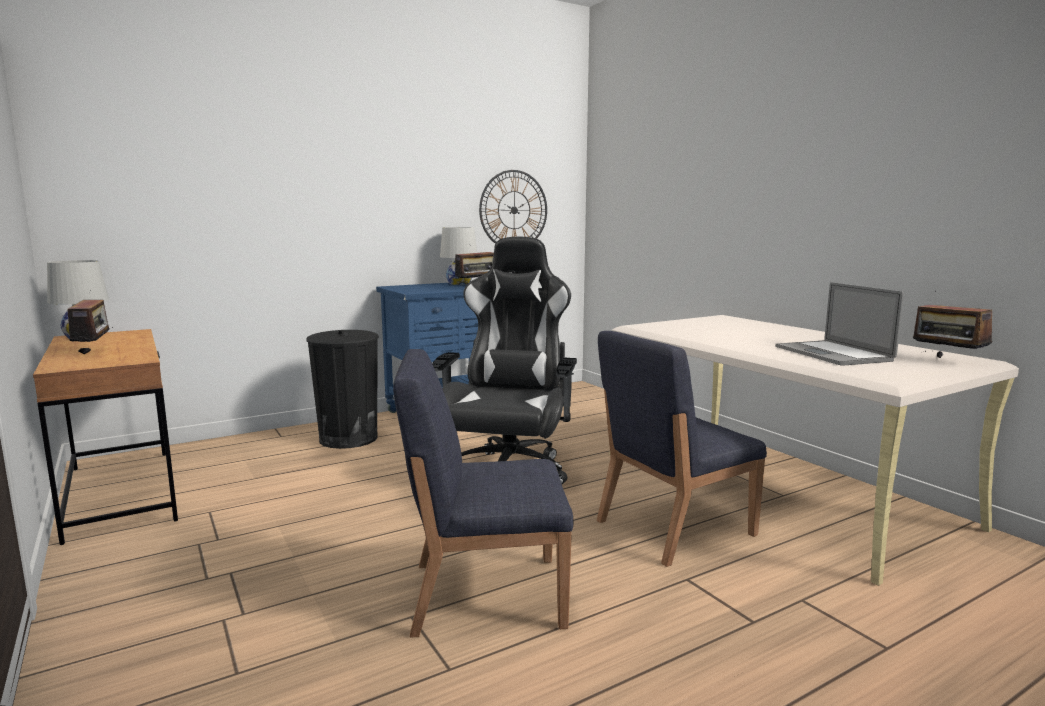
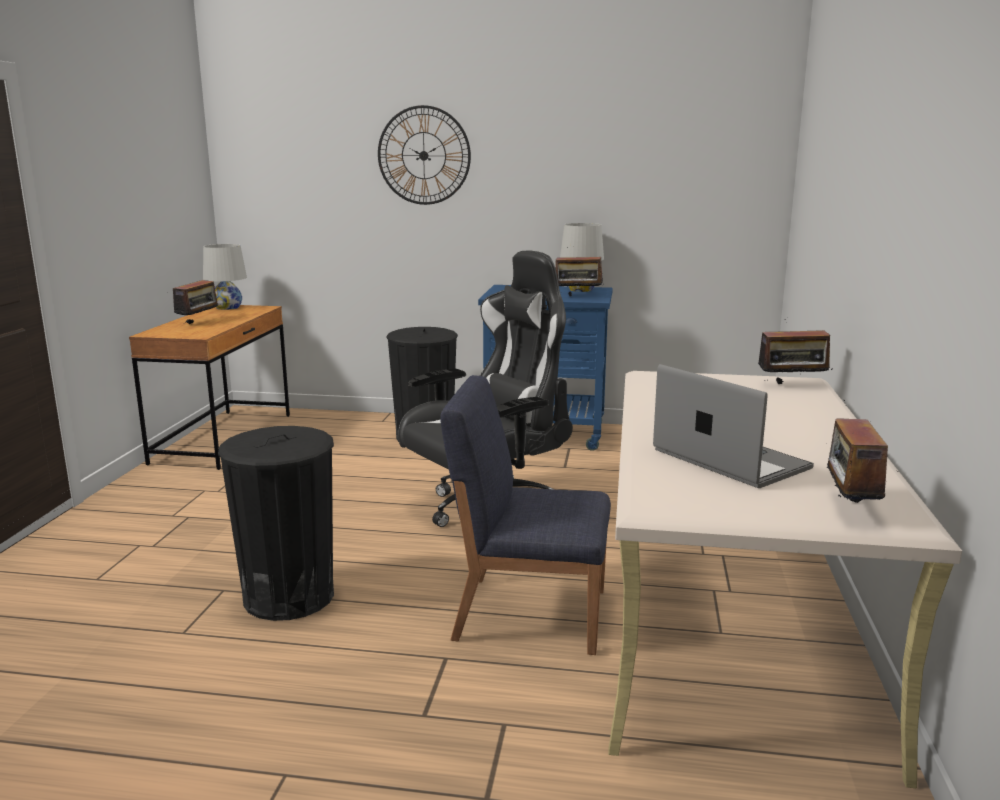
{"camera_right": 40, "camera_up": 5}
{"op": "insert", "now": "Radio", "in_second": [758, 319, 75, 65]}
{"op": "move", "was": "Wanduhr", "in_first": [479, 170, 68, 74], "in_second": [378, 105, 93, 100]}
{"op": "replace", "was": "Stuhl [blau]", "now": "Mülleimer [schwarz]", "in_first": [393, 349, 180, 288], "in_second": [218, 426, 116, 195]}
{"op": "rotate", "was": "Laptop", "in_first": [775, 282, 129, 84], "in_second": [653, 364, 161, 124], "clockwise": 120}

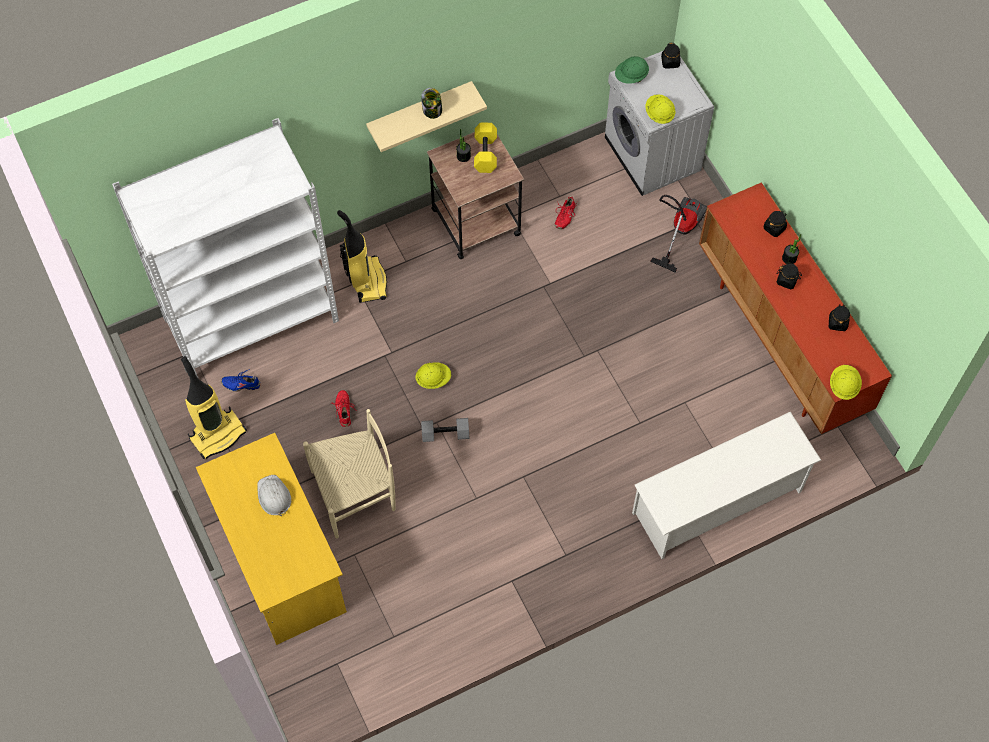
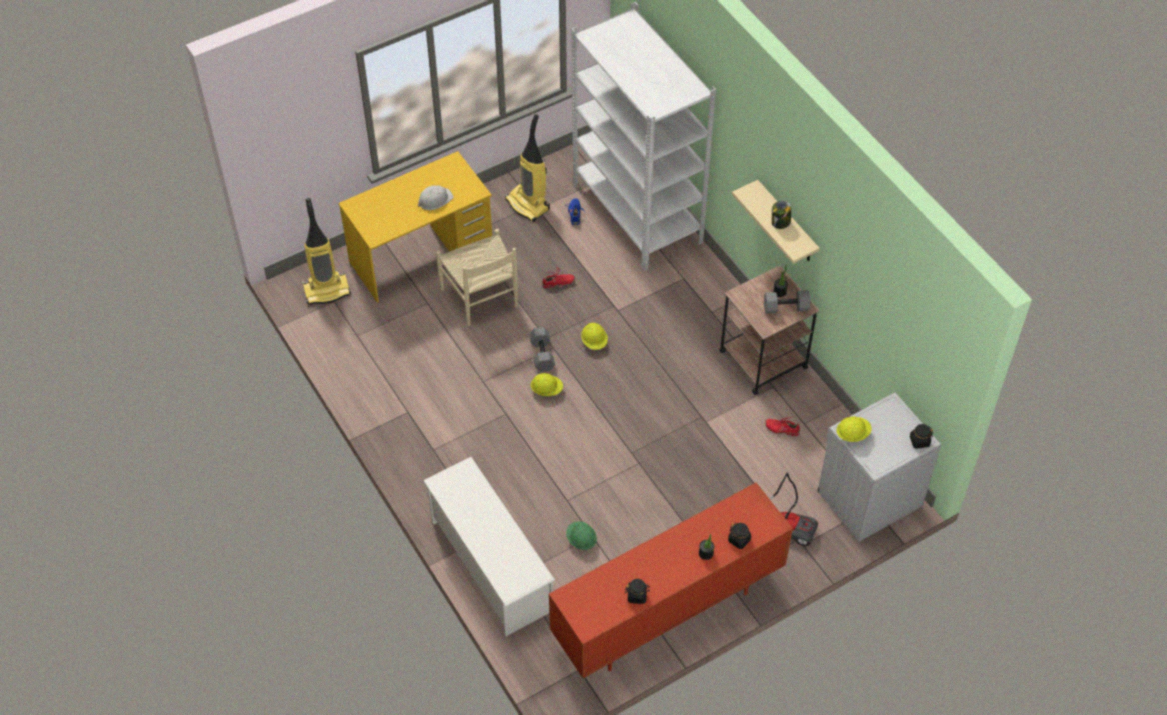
{"camera_right": 85, "camera_up": -10}
{"op": "delete", "was": "Vorratsglas [schwarz]", "in_first": [777, 263, 25, 26]}
{"op": "move", "was": "Staubsauger", "in_first": [337, 210, 50, 93], "in_second": [302, 198, 49, 107]}
{"op": "move", "was": "Schutzhelm [grün]", "in_first": [615, 56, 34, 28], "in_second": [566, 521, 31, 29]}
{"op": "move", "was": "Schutzhelm [gelb]", "in_first": [830, 365, 32, 35], "in_second": [531, 373, 32, 23]}
{"op": "recolor", "was": "Hantel [gelb]", "now": "Hantel [grau]", "in_first": [474, 123, 23, 50], "in_second": [764, 290, 46, 24]}

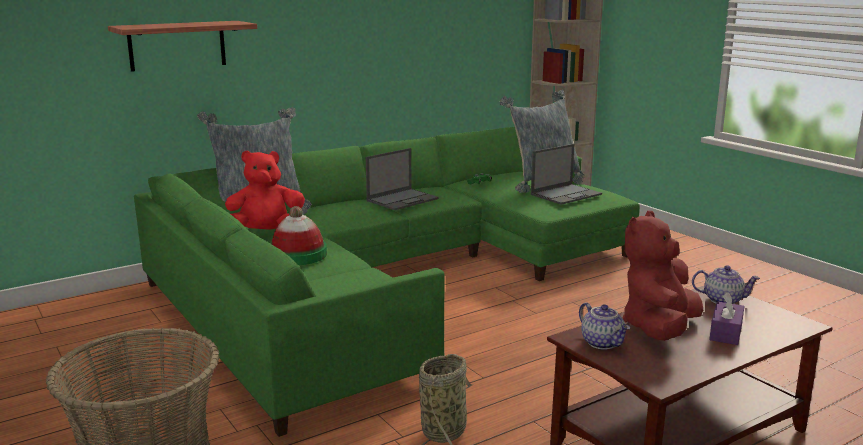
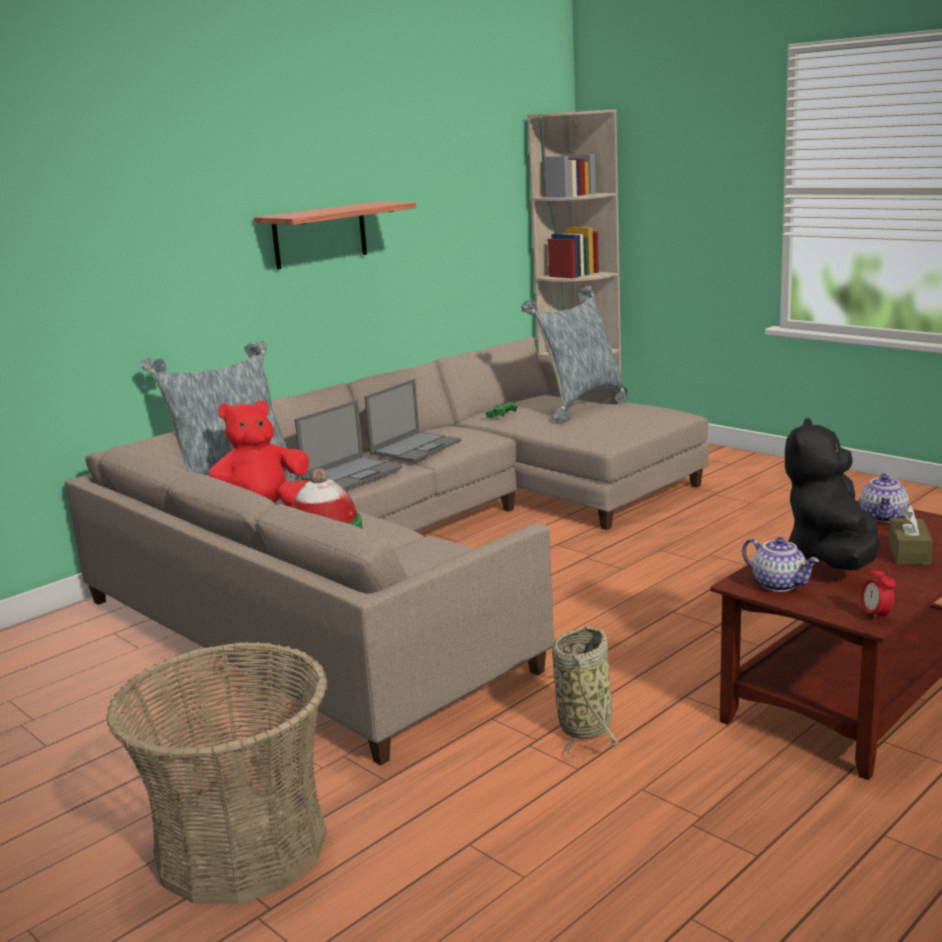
{"camera_right": -10, "camera_up": 0}
{"op": "insert", "now": "Wecker", "in_second": [861, 564, 35, 59]}
{"op": "move", "was": "Wandregal", "in_first": [108, 21, 149, 51], "in_second": [254, 202, 162, 68]}
{"op": "move", "was": "Laptop", "in_first": [531, 144, 71, 61], "in_second": [295, 400, 107, 89]}
{"op": "recolor", "was": "Sofa [grün]", "now": "Sofa [beige]", "in_first": [134, 127, 506, 310], "in_second": [65, 337, 644, 428]}
{"op": "recolor", "was": "Plüschtier [rot]", "now": "Plüschtier [schwarz]", "in_first": [623, 211, 80, 130], "in_second": [785, 418, 95, 152]}
{"op": "recolor", "was": "Taschentuchbox [lila]", "now": "Taschentuchbox [braun]", "in_first": [709, 292, 35, 53], "in_second": [889, 505, 44, 60]}
{"op": "rotate", "was": "Teekanne", "in_first": [692, 265, 68, 39], "in_second": [860, 473, 49, 49], "clockwise": 105}

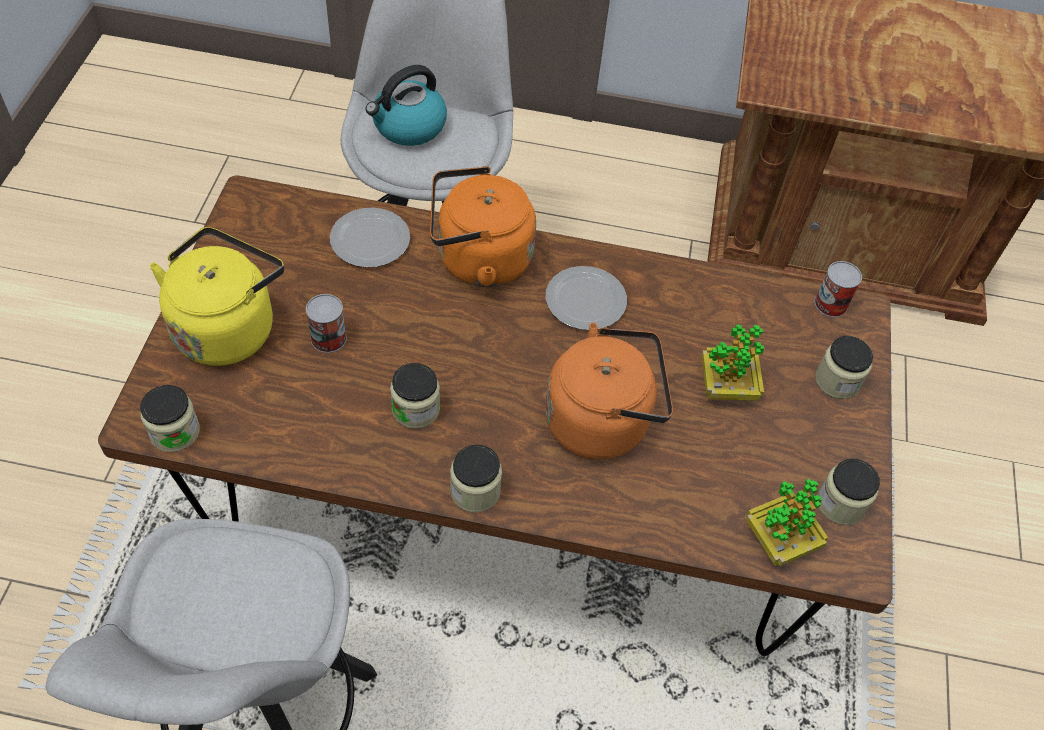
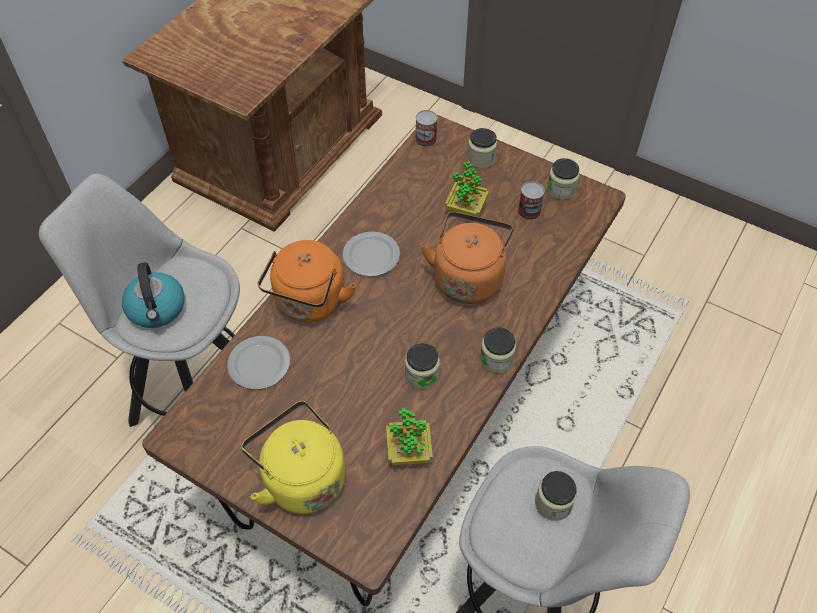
{"camera_right": -65, "camera_up": 0}
{"op": "move", "was": "Vorratsglas", "in_first": [140, 385, 60, 67], "in_second": [535, 471, 42, 50]}
{"op": "move", "was": "Dose", "in_first": [306, 294, 41, 59], "in_second": [518, 181, 27, 39]}
{"op": "move", "was": "Topfpflanze", "in_first": [745, 479, 83, 87], "in_second": [386, 408, 47, 57]}

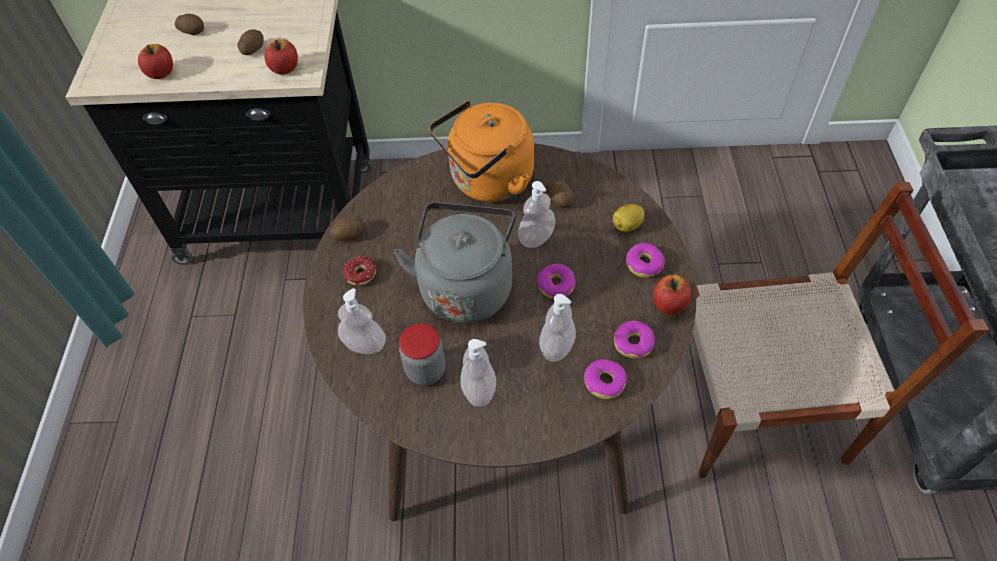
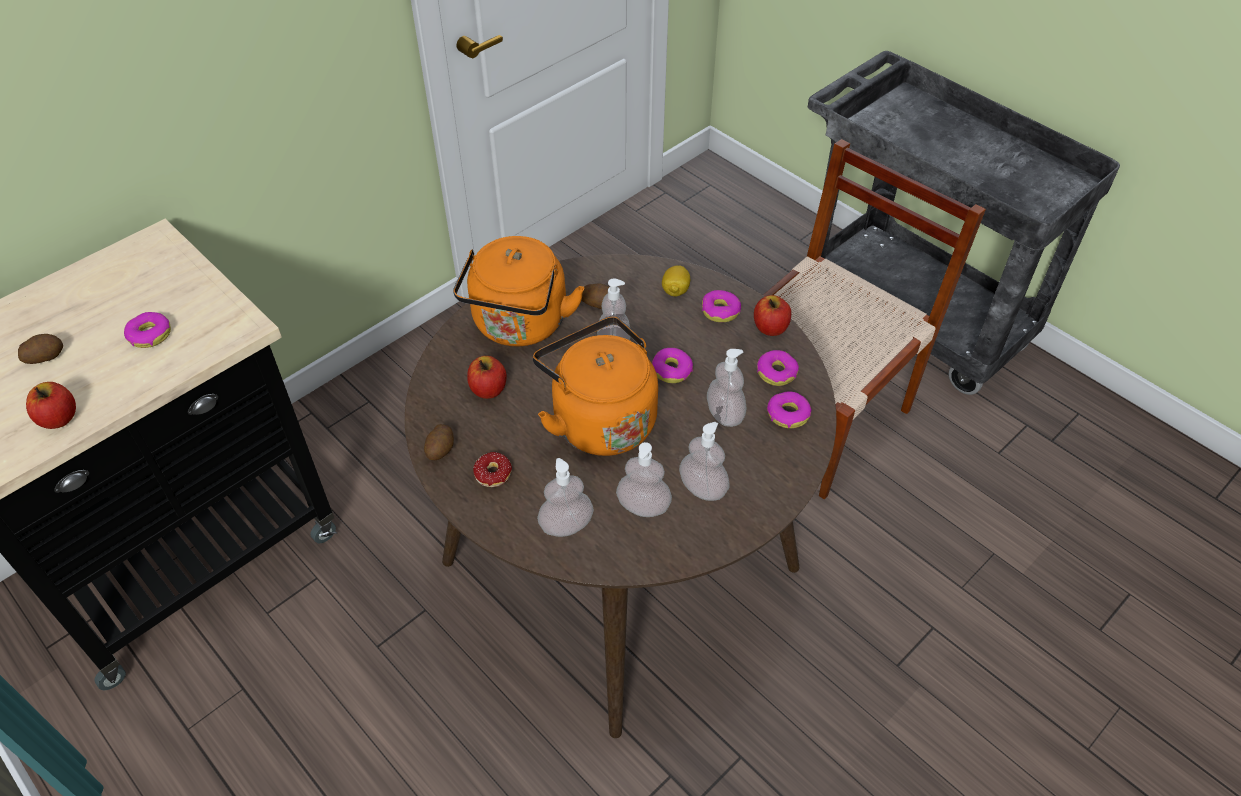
{"camera_right": -45, "camera_up": -5}
{"op": "move", "was": "Apfel", "in_first": [264, 39, 34, 36], "in_second": [467, 356, 40, 43]}
{"op": "replace", "was": "Kartoffel", "now": "Donut", "in_first": [237, 29, 27, 26], "in_second": [124, 312, 47, 36]}
{"op": "replace", "was": "Vorratsglas", "now": "Seifenspender", "in_first": [399, 323, 46, 63], "in_second": [616, 442, 56, 75]}
{"op": "recolor", "was": "Wasserkessel [grau]", "now": "Wasserkessel [orange]", "in_first": [394, 202, 122, 121], "in_second": [533, 317, 125, 139]}

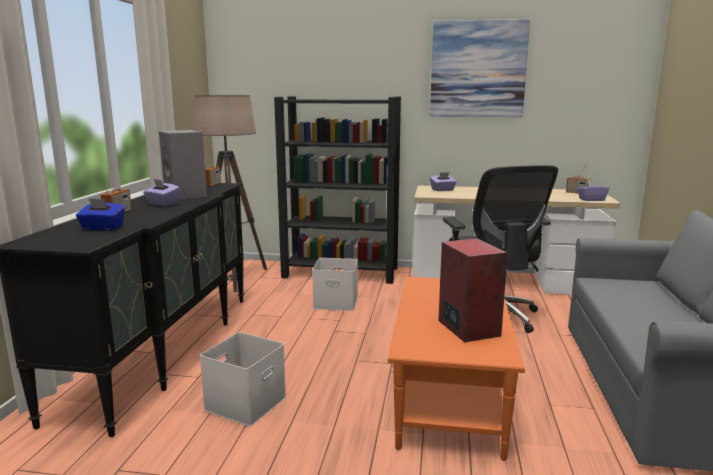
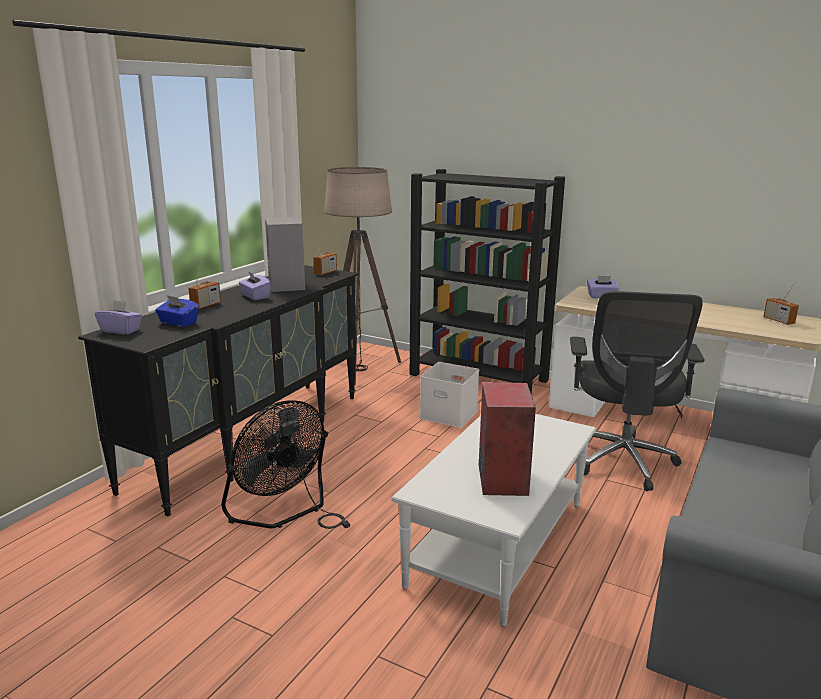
{"camera_right": 20, "camera_up": 5}
{"op": "delete", "was": "Bild", "in_first": [430, 19, 100, 98]}
{"op": "move", "was": "Taschentuchbox [lila]", "in_first": [577, 180, 32, 21], "in_second": [95, 300, 47, 35]}
{"op": "replace", "was": "Aufbewahrungsbox [weiß]", "now": "Ventilator [schwarz]", "in_first": [200, 332, 86, 94], "in_second": [221, 400, 129, 129]}
{"op": "recolor", "was": "Couchtisch [orange]", "now": "Couchtisch [weiß]", "in_first": [388, 276, 137, 185], "in_second": [391, 414, 205, 213]}

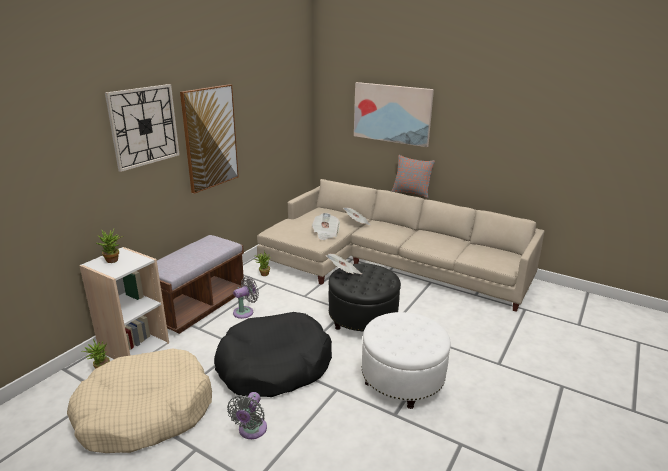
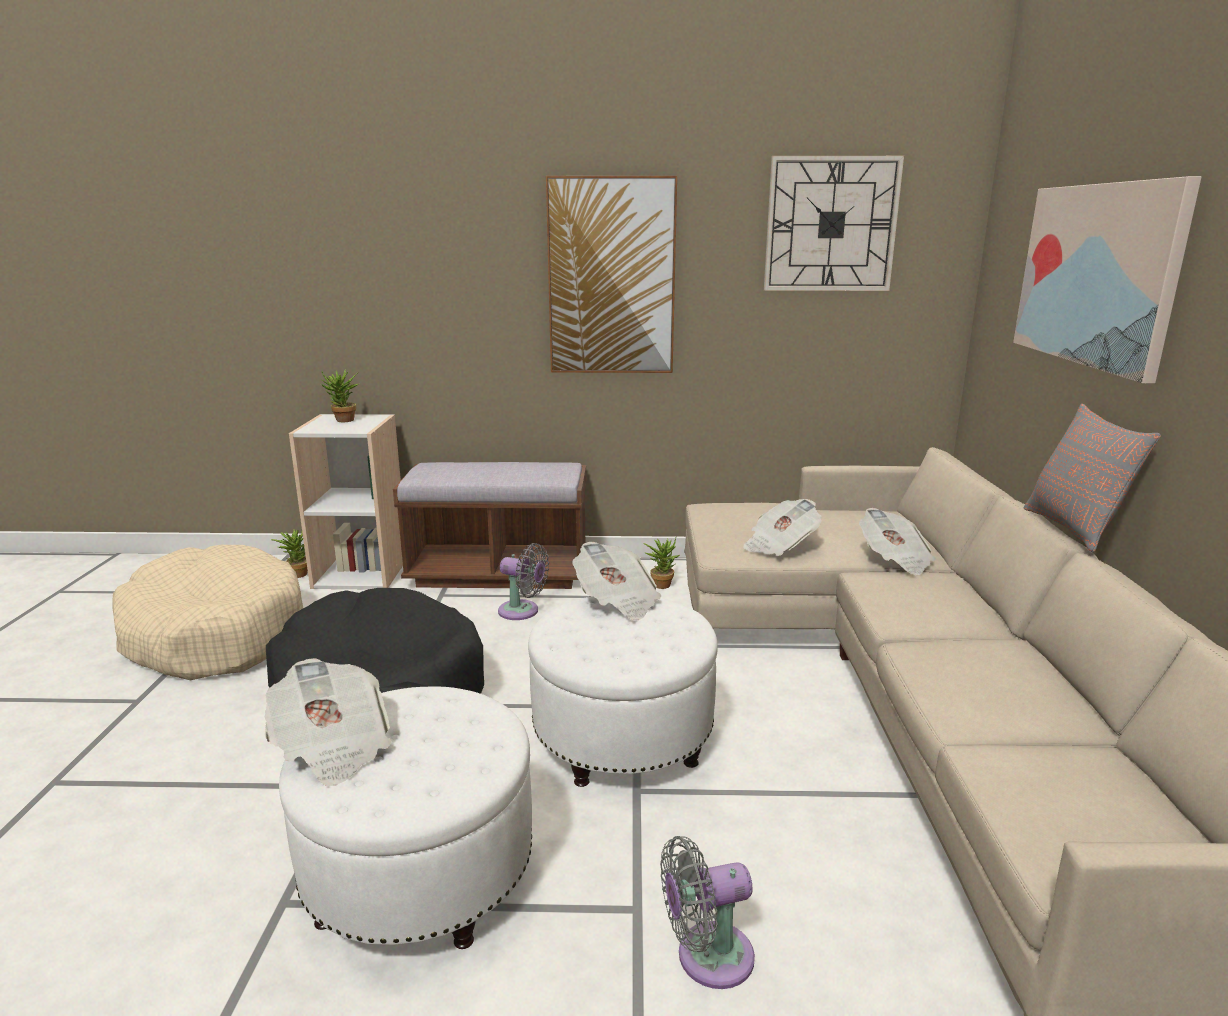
{"camera_right": 60, "camera_up": -5}
{"op": "insert", "now": "Zeitung", "in_second": [264, 658, 127, 128]}
{"op": "move", "was": "Wanduhr", "in_first": [105, 84, 75, 88], "in_second": [764, 156, 140, 135]}
{"op": "move", "was": "Ventilator [grau]", "in_first": [227, 392, 40, 47], "in_second": [660, 836, 95, 153]}
{"op": "recolor", "was": "Polsterhocker [schwarz]", "now": "Polsterhocker [weiß]", "in_first": [328, 263, 73, 68], "in_second": [528, 596, 190, 191]}

